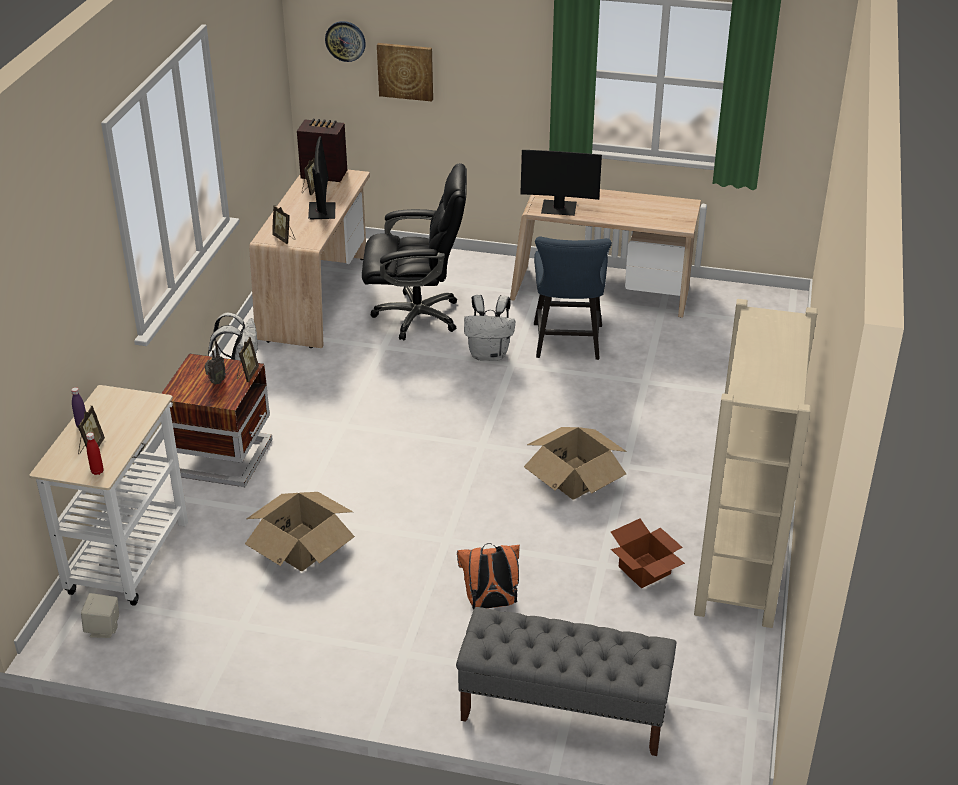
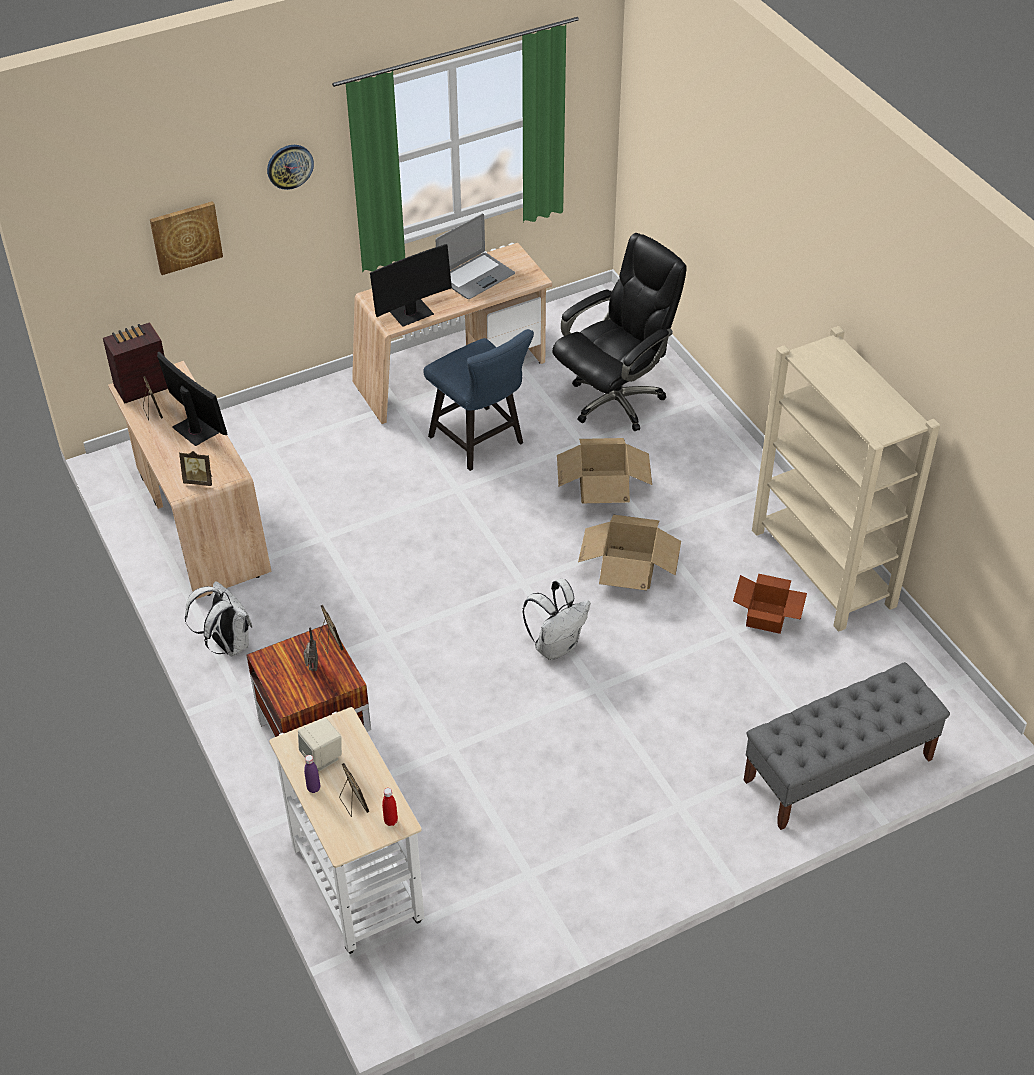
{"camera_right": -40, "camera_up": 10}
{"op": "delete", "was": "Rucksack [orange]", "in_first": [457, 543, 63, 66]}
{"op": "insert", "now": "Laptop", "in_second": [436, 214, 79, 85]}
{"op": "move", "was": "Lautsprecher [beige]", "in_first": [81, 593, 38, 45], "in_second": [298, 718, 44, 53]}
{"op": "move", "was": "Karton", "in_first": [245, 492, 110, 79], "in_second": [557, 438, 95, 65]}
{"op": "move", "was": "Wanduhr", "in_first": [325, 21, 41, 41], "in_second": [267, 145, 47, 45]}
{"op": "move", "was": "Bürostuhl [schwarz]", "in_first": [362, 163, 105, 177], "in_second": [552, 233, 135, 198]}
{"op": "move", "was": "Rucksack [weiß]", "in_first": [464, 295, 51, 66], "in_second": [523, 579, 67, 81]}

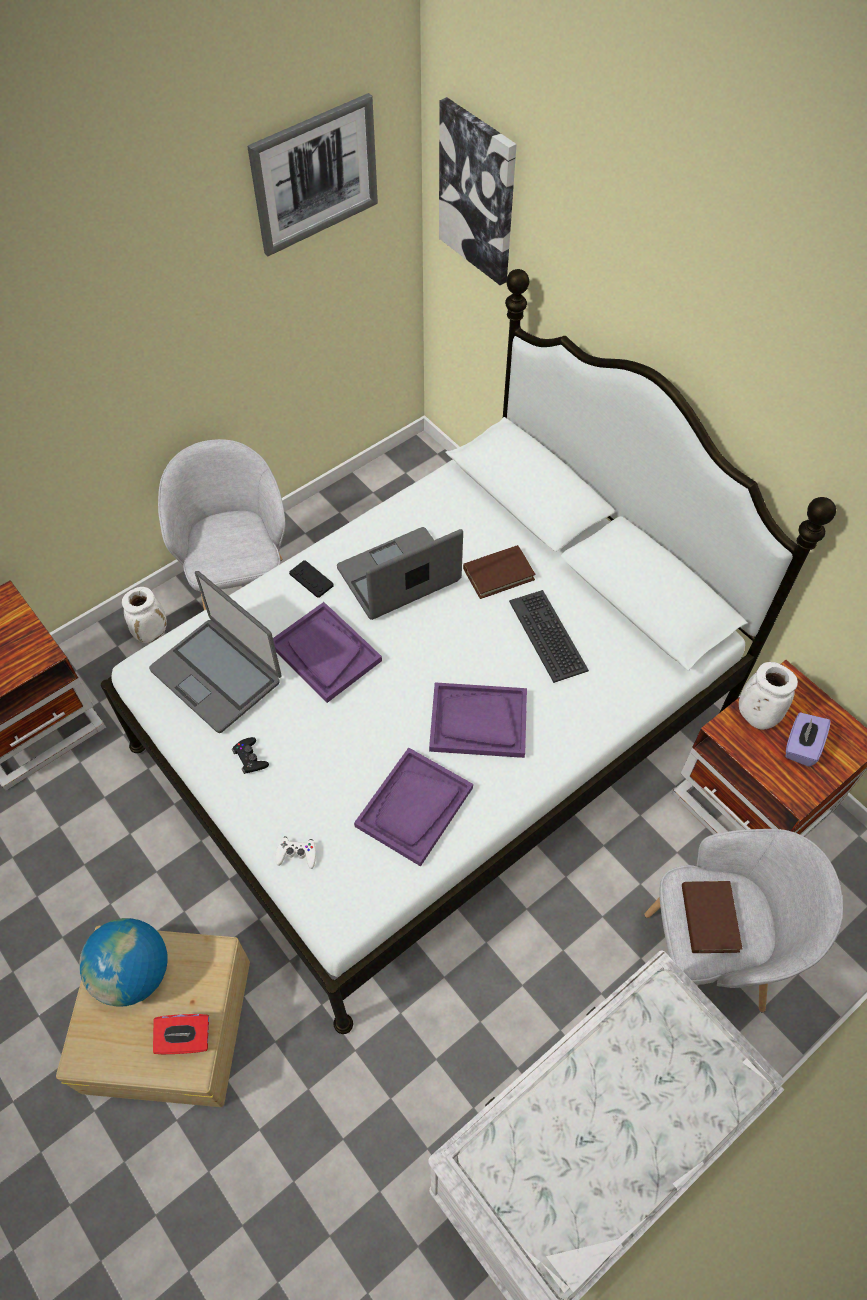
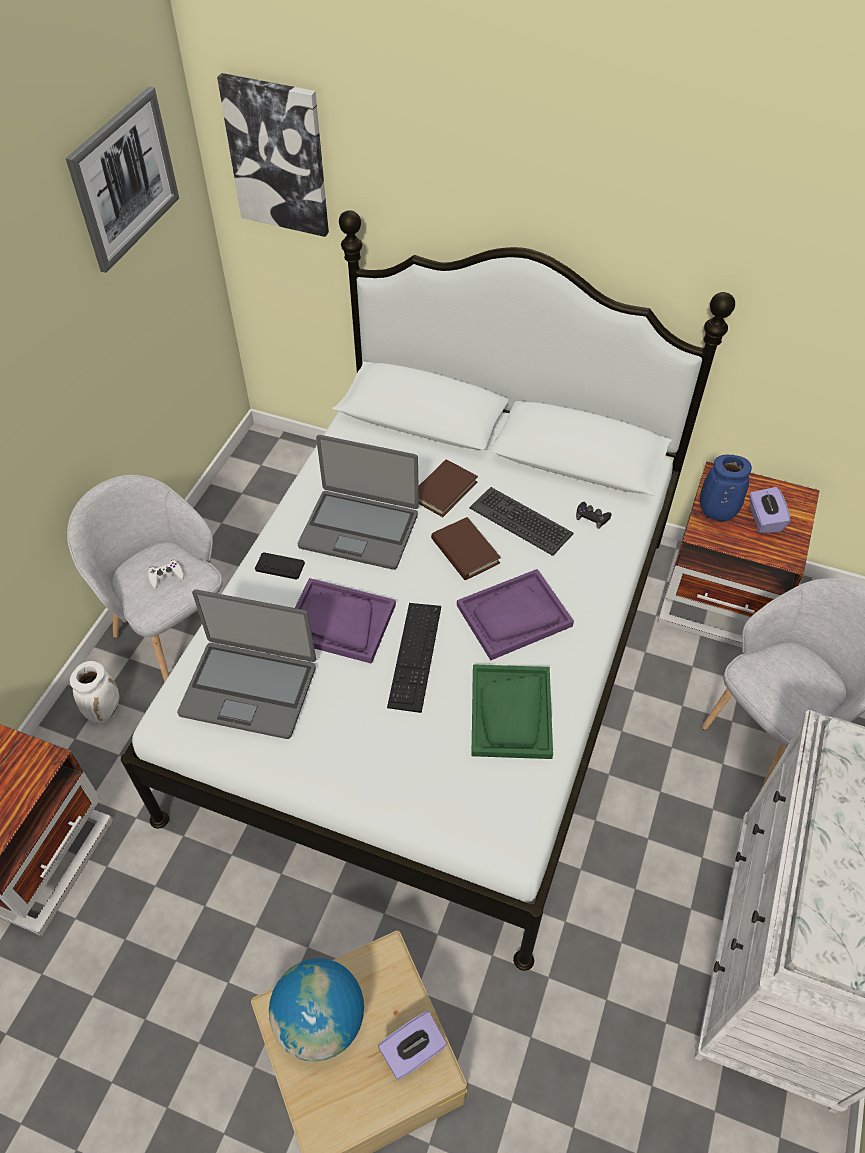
{"camera_right": -30, "camera_up": -5}
{"op": "insert", "now": "Tastatur", "in_second": [387, 603, 54, 110]}
{"op": "move", "was": "Gamepad [schwarz]", "in_first": [232, 737, 37, 37], "in_second": [576, 502, 35, 27]}
{"op": "move", "was": "Gamepad [weiß]", "in_first": [276, 837, 40, 32], "in_second": [148, 560, 36, 29]}
{"op": "move", "was": "Buch [braun]", "in_first": [682, 881, 60, 72], "in_second": [431, 517, 70, 63]}
{"op": "recolor", "was": "Taschentuchbox [rot]", "now": "Taschentuchbox [lila]", "in_first": [153, 1014, 56, 40], "in_second": [378, 1011, 69, 69]}
{"op": "recolor", "was": "Tablett [lila]", "now": "Tablett [grün]", "in_first": [354, 747, 119, 119], "in_second": [471, 664, 82, 95]}
{"op": "recolor", "was": "Vase [weiß]", "now": "Vase [blau]", "in_first": [739, 662, 59, 68], "in_second": [700, 455, 52, 66]}
{"op": "rotate", "was": "Laptop", "in_first": [337, 527, 126, 93], "in_second": [298, 435, 121, 135], "clockwise": -105}

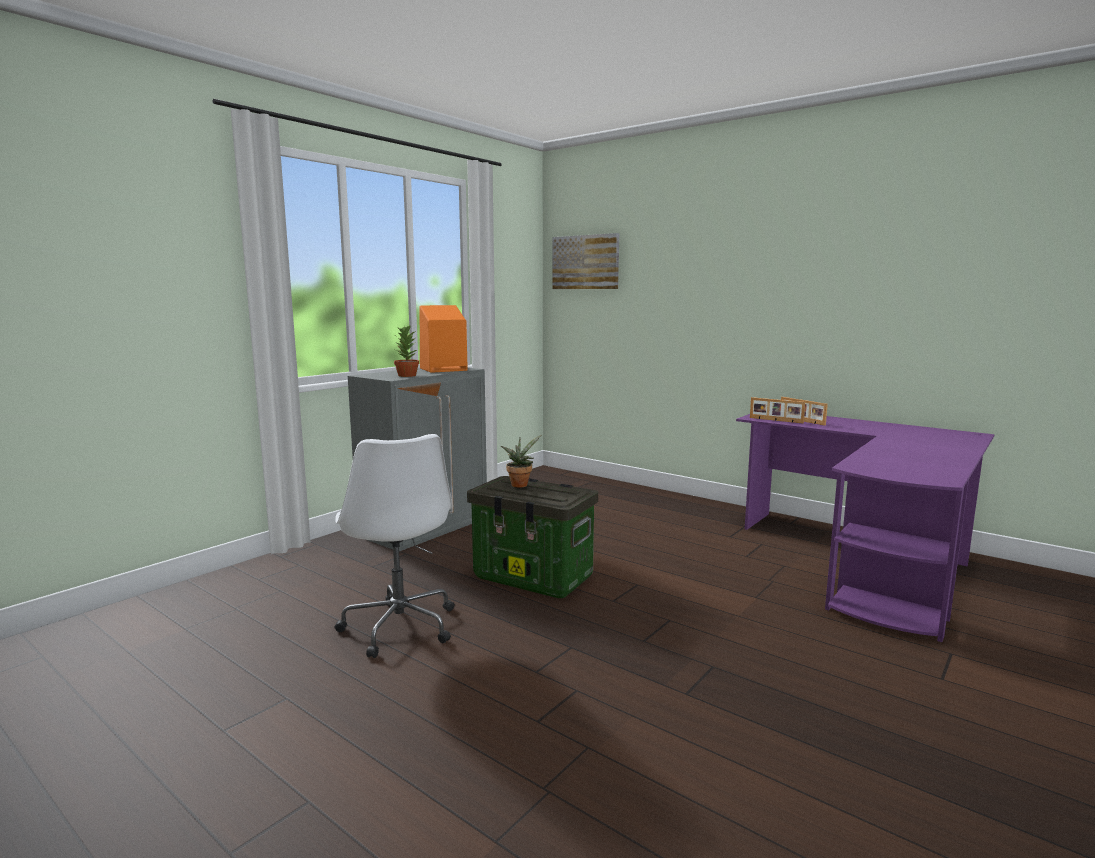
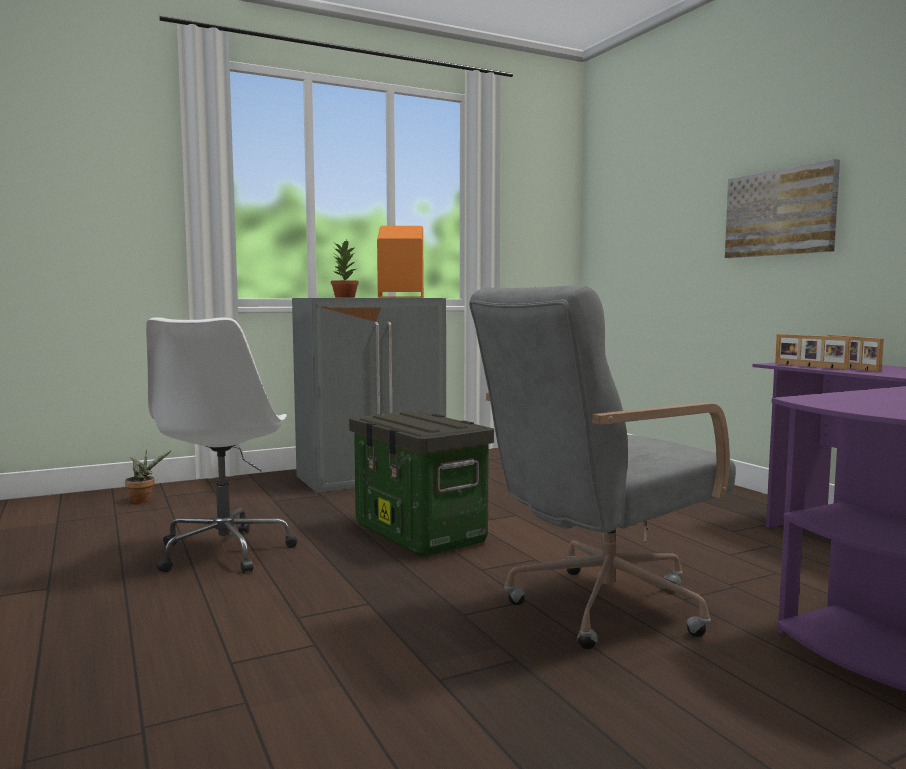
{"camera_right": 25, "camera_up": -5}
{"op": "insert", "now": "Bürostuhl [grau]", "in_second": [469, 285, 267, 364]}
{"op": "move", "was": "Topfpflanze", "in_first": [501, 435, 40, 53], "in_second": [125, 450, 47, 53]}
{"op": "move", "was": "Bild", "in_first": [552, 233, 67, 56], "in_second": [725, 159, 115, 99]}

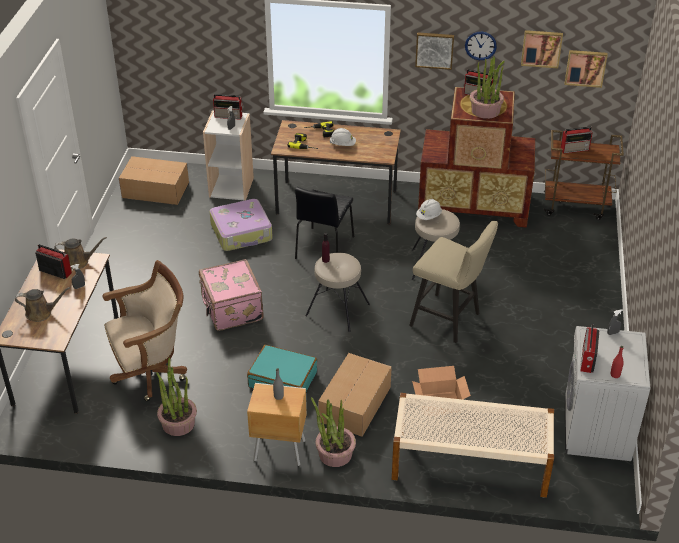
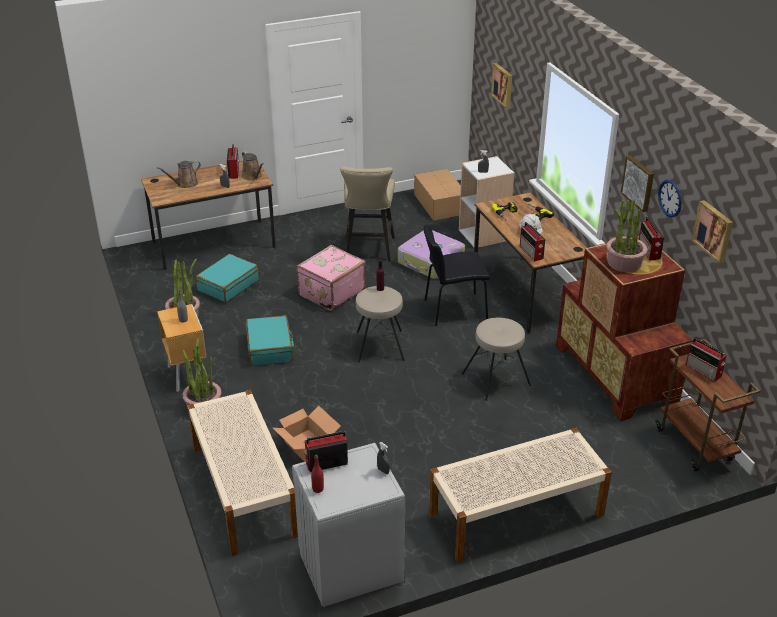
{"camera_right": 60, "camera_up": -5}
{"op": "delete", "was": "Karton", "in_first": [318, 353, 74, 84]}
{"op": "delete", "was": "Schutzhelm [weiß]", "in_first": [416, 199, 26, 21]}
{"op": "insert", "now": "Bank [beige]", "in_second": [429, 428, 183, 134]}
{"op": "move", "was": "Radio", "in_first": [213, 94, 30, 26], "in_second": [520, 222, 25, 39]}
{"op": "move", "was": "Hocker [beige]", "in_first": [409, 221, 89, 122], "in_second": [340, 166, 55, 95]}
{"op": "move", "was": "Bild", "in_first": [565, 50, 43, 38], "in_second": [491, 63, 21, 46]}
{"op": "replace", "was": "Bürostuhl", "now": "Koffer [türkis]", "in_first": [102, 260, 85, 141], "in_second": [196, 254, 63, 49]}
{"op": "rotate", "was": "Gießkanne [braun]", "in_first": [15, 287, 55, 35], "in_second": [157, 160, 44, 28], "clockwise": 90}

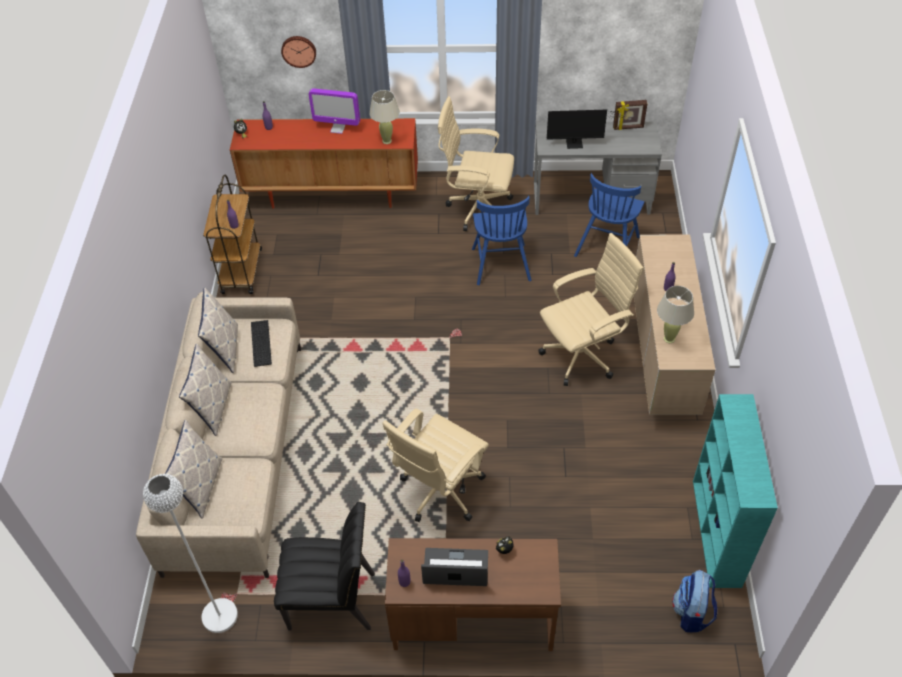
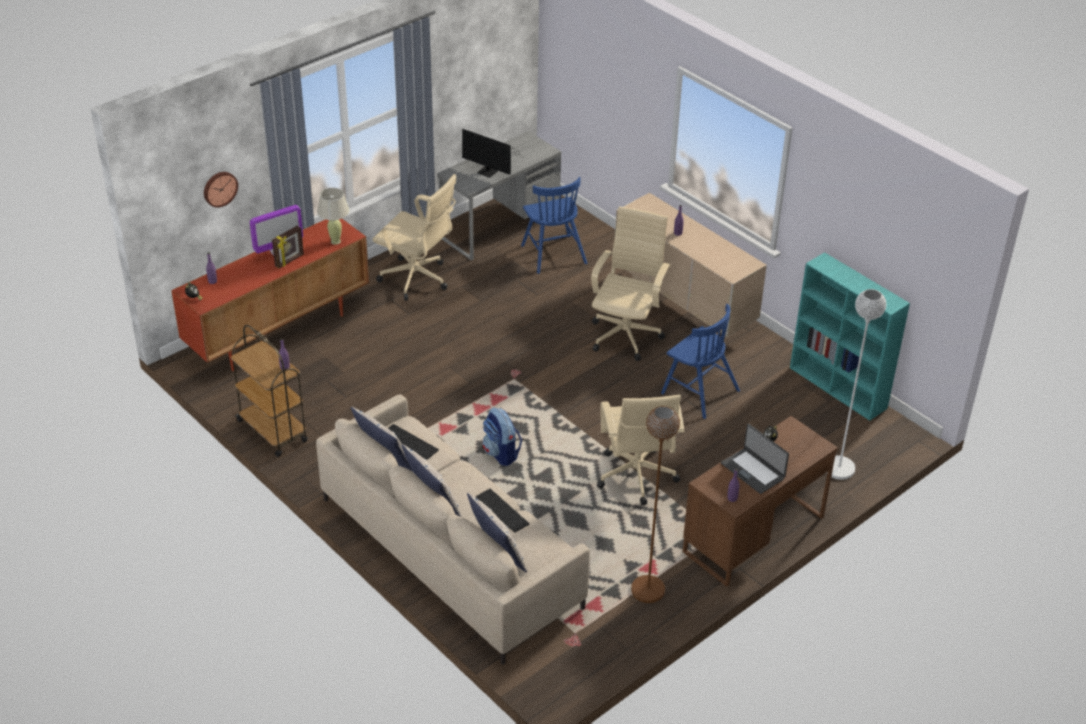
{"camera_right": -45, "camera_up": -10}
{"op": "delete", "was": "Tischlampe [beige]", "in_first": [657, 286, 37, 57]}
{"op": "insert", "now": "Tastatur", "in_second": [476, 489, 53, 44]}
{"op": "move", "was": "Stehlampe [weiß]", "in_first": [143, 474, 95, 159], "in_second": [826, 289, 60, 191]}
{"op": "move", "was": "Stuhl [blau]", "in_first": [472, 196, 59, 89], "in_second": [661, 303, 79, 116]}
{"op": "move", "was": "Bilderrahmen", "in_first": [613, 100, 34, 30], "in_second": [272, 226, 32, 42]}
{"op": "move", "was": "Rucksack", "in_first": [672, 570, 45, 62], "in_second": [483, 407, 39, 59]}
{"op": "replace", "was": "Stuhl [schwarz]", "now": "Stehlampe [braun]", "in_first": [274, 502, 101, 128], "in_second": [631, 406, 49, 197]}
{"op": "rotate", "was": "Laptop", "in_first": [421, 548, 67, 38], "in_second": [721, 424, 68, 70], "clockwise": -90}
{"op": "rotate", "was": "Bürostuhl [beige]", "in_first": [438, 96, 76, 135], "in_second": [372, 174, 84, 127], "clockwise": -120}
{"op": "rotate", "was": "Monitor", "in_first": [547, 110, 78, 39], "in_second": [462, 129, 62, 49], "clockwise": 75}

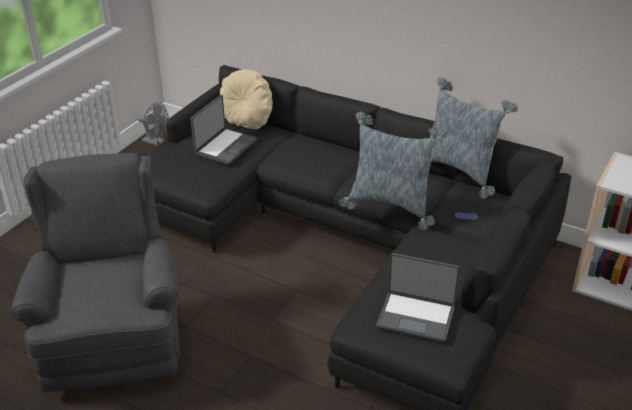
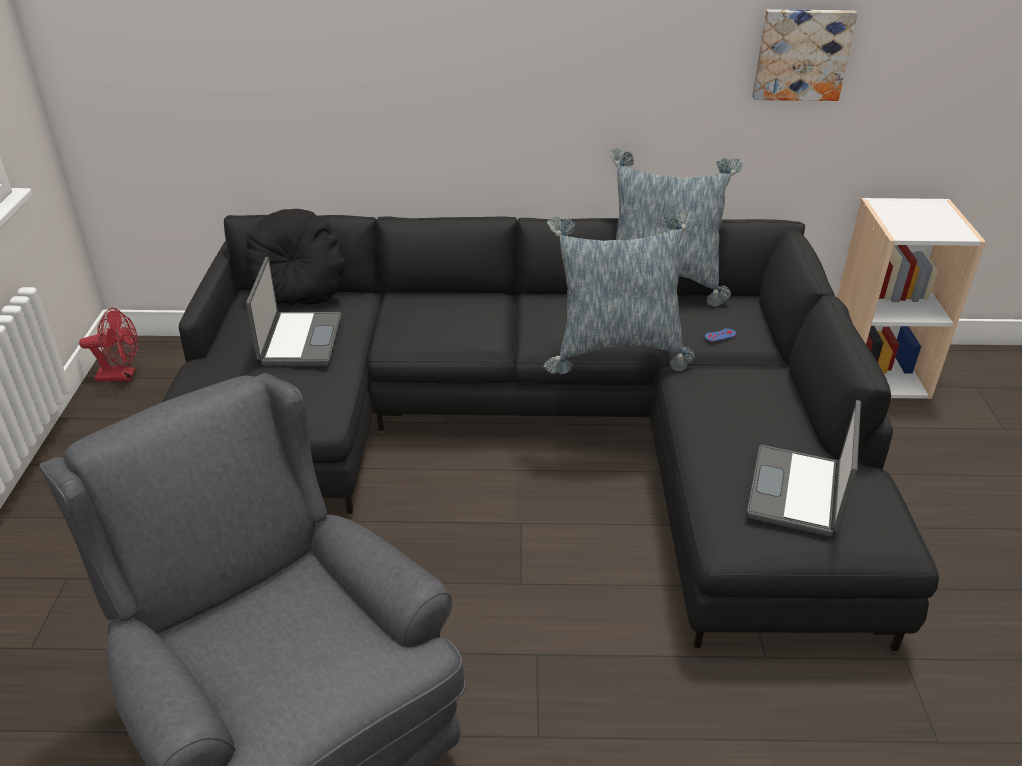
{"camera_right": -30, "camera_up": 0}
{"op": "insert", "now": "Bild", "in_second": [752, 9, 106, 92]}
{"op": "recolor", "was": "Ventilator [grau]", "now": "Ventilator [rot]", "in_first": [138, 103, 31, 43], "in_second": [79, 308, 59, 74]}
{"op": "recolor", "was": "Kissen [beige]", "now": "Kissen [schwarz]", "in_first": [220, 69, 53, 61], "in_second": [245, 209, 100, 96]}
{"op": "rotate", "was": "Laptop", "in_first": [376, 253, 84, 89], "in_second": [747, 400, 114, 136], "clockwise": 120}

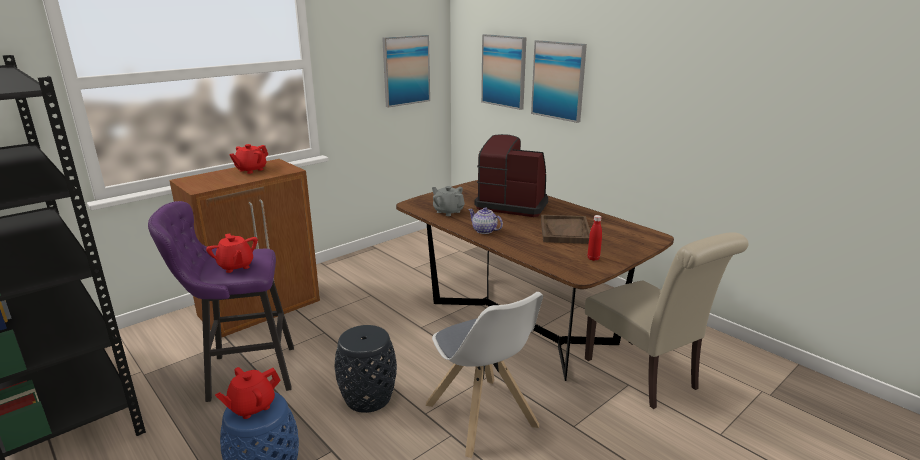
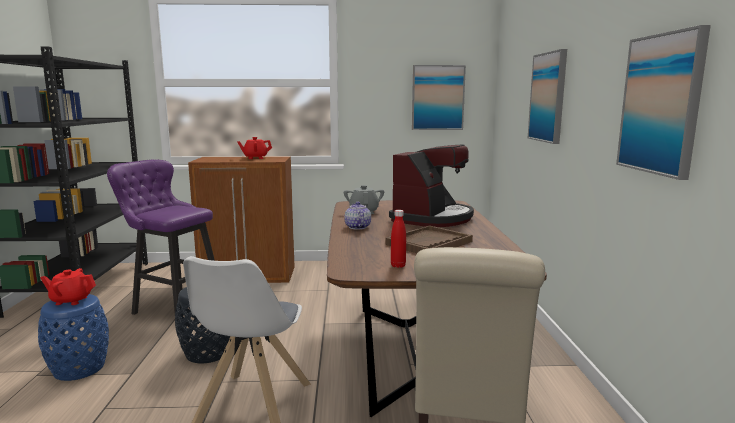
{"camera_right": 40, "camera_up": -10}
{"op": "delete", "was": "Teekanne [rot]", "in_first": [206, 234, 52, 39]}
{"op": "move", "was": "Bild", "in_first": [481, 34, 45, 76], "in_second": [616, 25, 95, 155]}
{"op": "rotate", "was": "Kaffeemaschine", "in_first": [474, 134, 74, 83], "in_second": [389, 144, 85, 83], "clockwise": 60}

